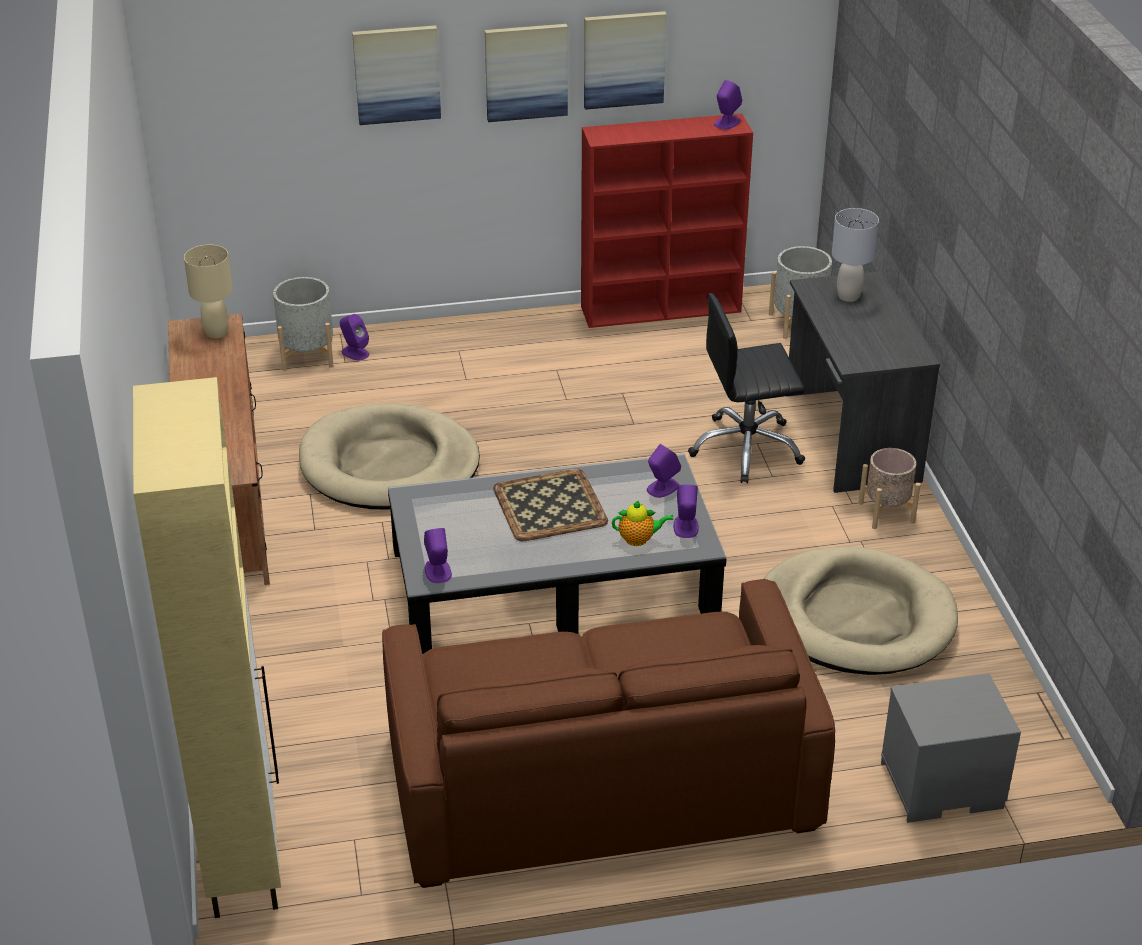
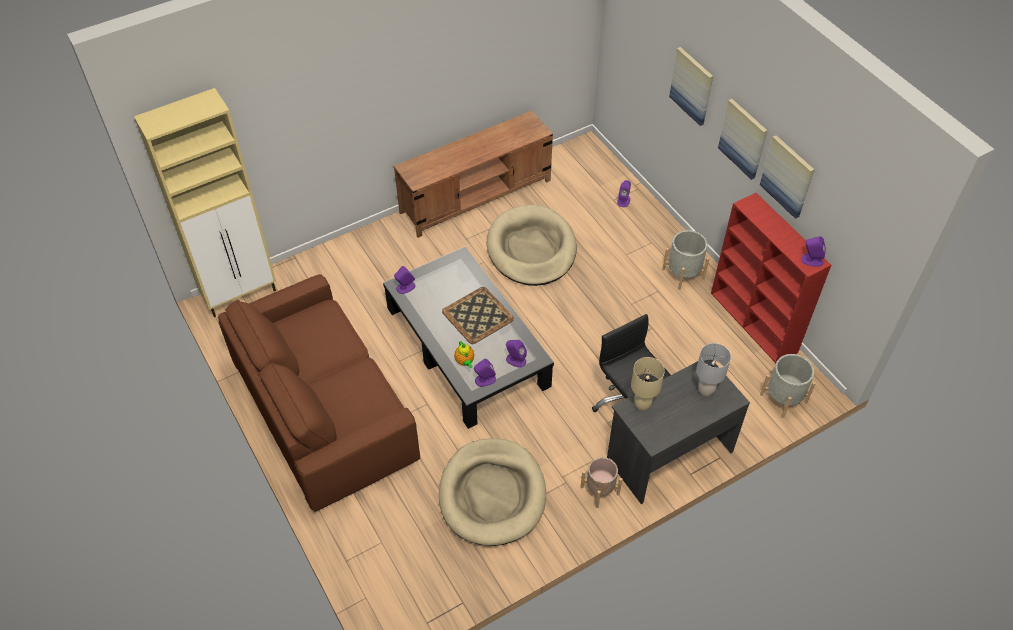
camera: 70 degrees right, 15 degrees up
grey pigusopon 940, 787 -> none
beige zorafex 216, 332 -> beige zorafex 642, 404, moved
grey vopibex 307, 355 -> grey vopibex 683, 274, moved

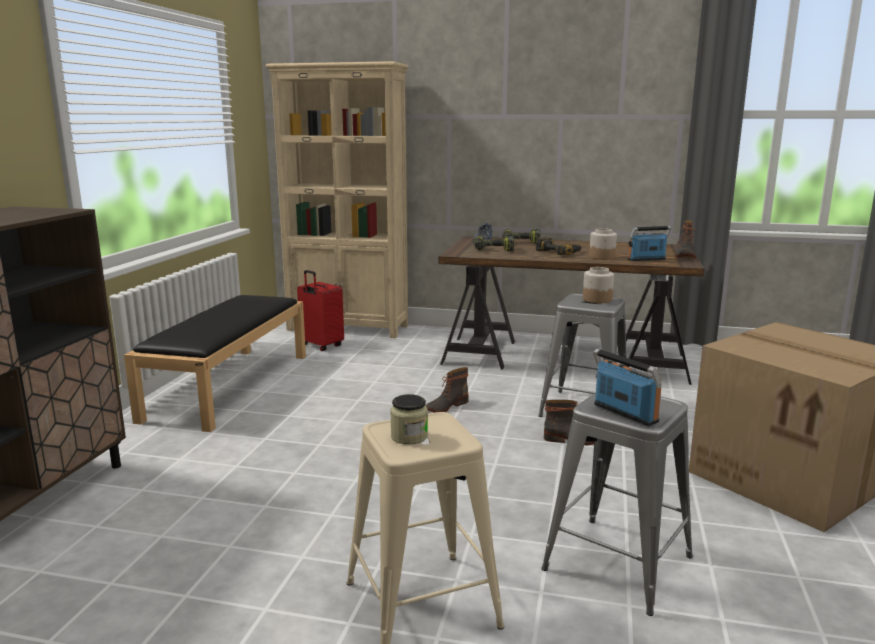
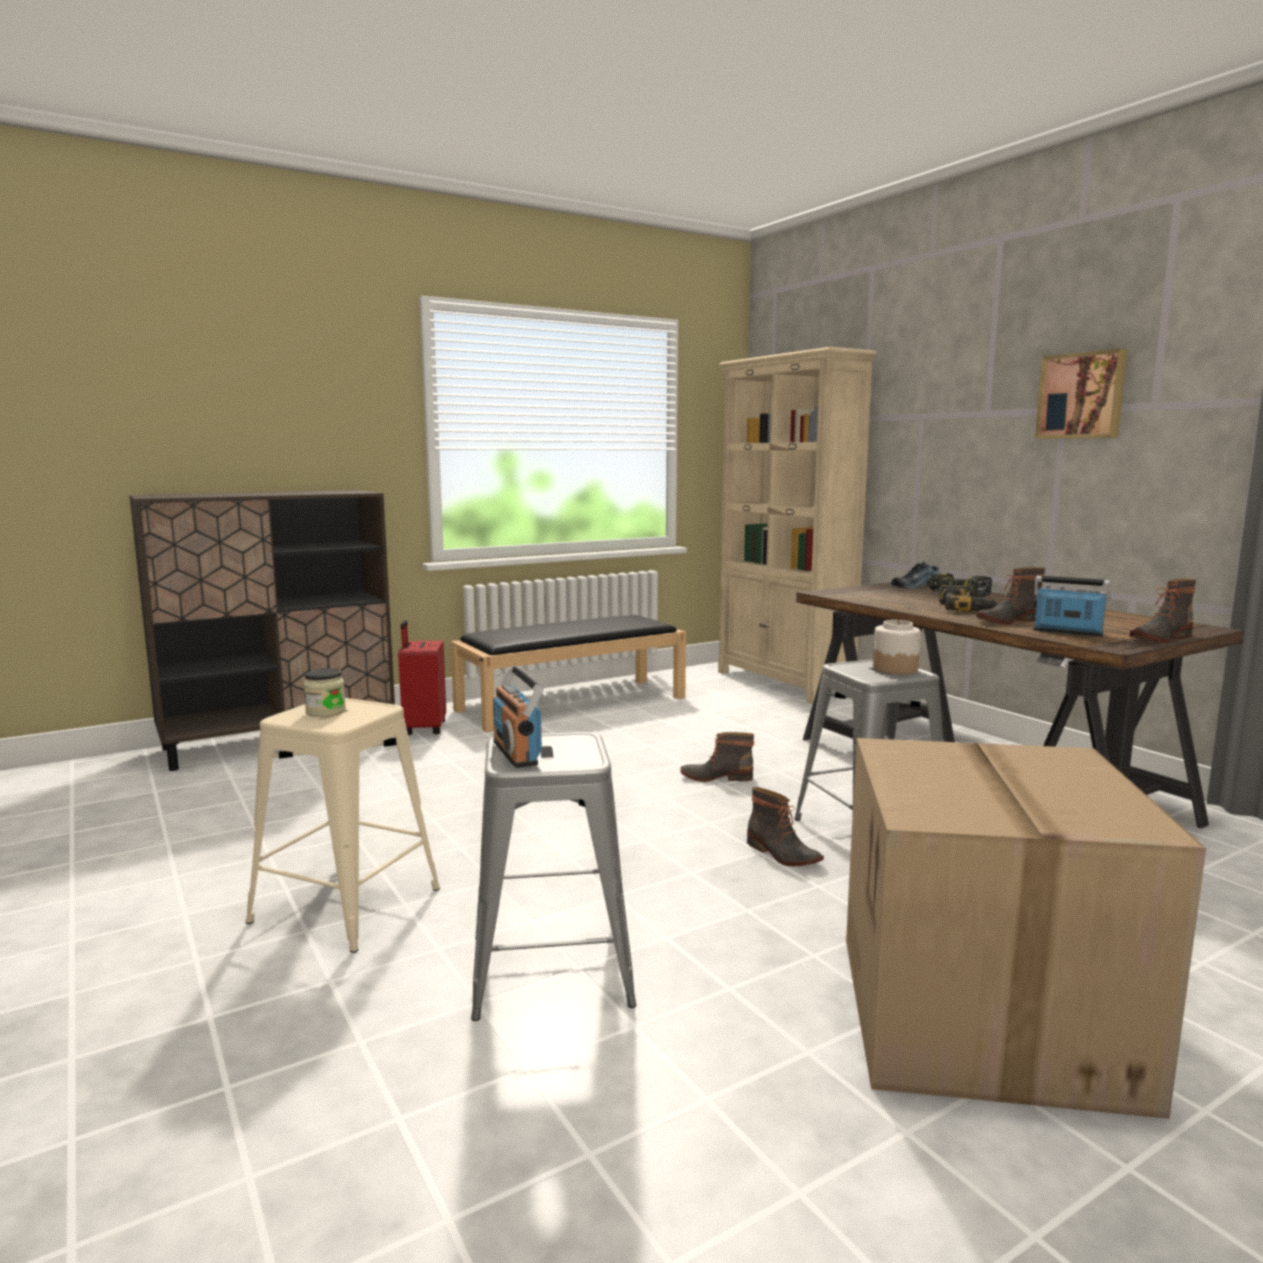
camera: 45 degrees right, 5 degrees down
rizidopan 493, 250 -> none
none -> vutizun 1082, 396
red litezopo 321, 346 -> red litezopo 423, 729, moved
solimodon 602, 257 -> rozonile 1007, 620
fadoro 624, 413 -> fadoro 516, 752, 150 degrees clockwise

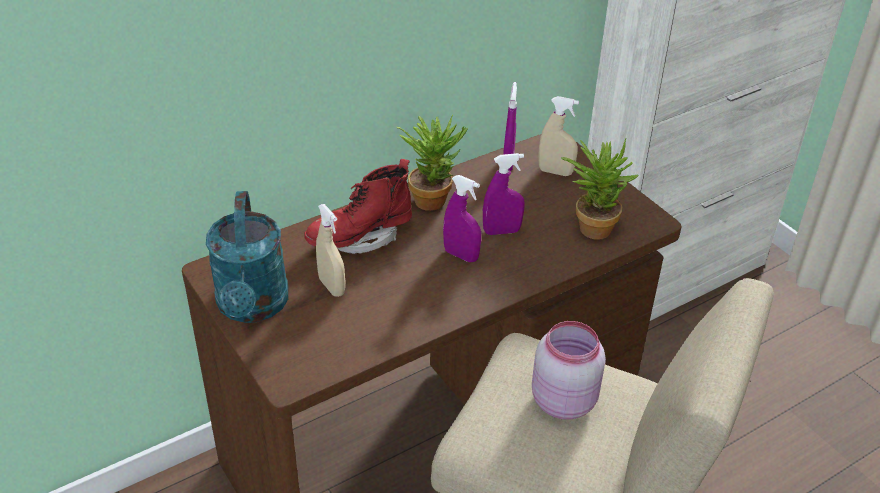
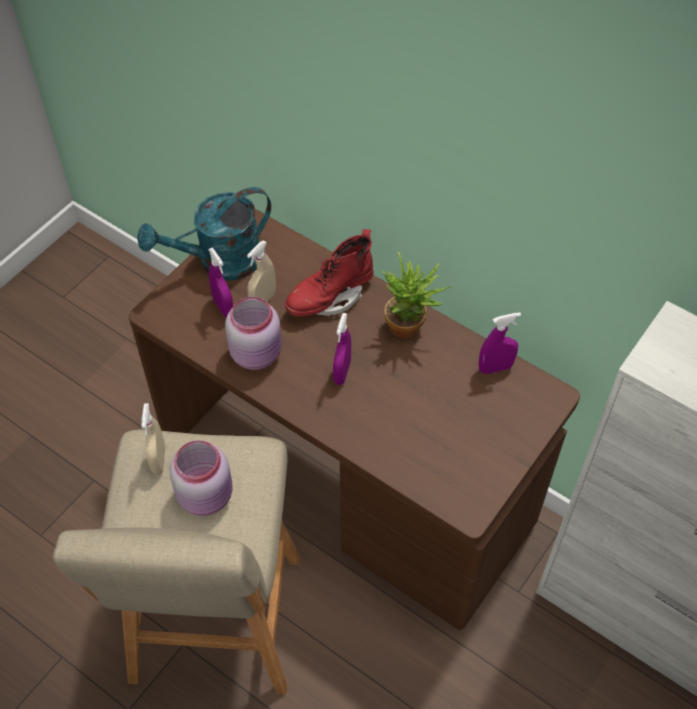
camera: 70 degrees right, 15 degrees up
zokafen 591, 225 -> none
none -> pink solimodon 257, 353
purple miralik 501, 231 -> purple miralik 223, 307, moved
beige miralik 555, 172 -> beige miralik 158, 460, moved
red rozonile 360, 238 -> red rozonile 330, 297, 75 degrees counterclockwise

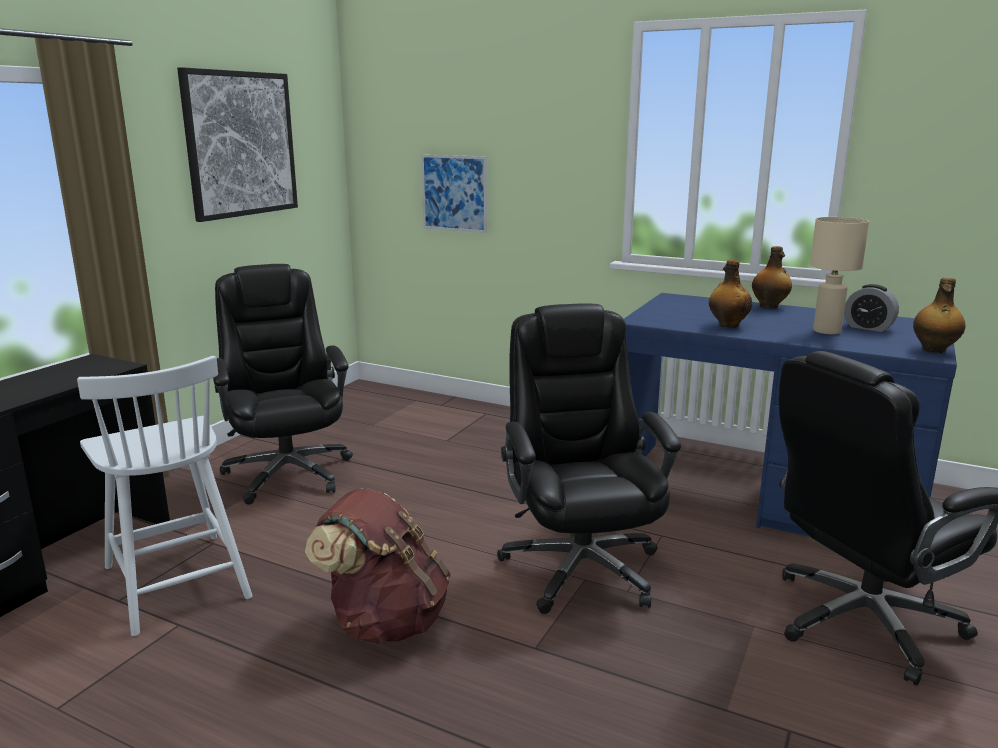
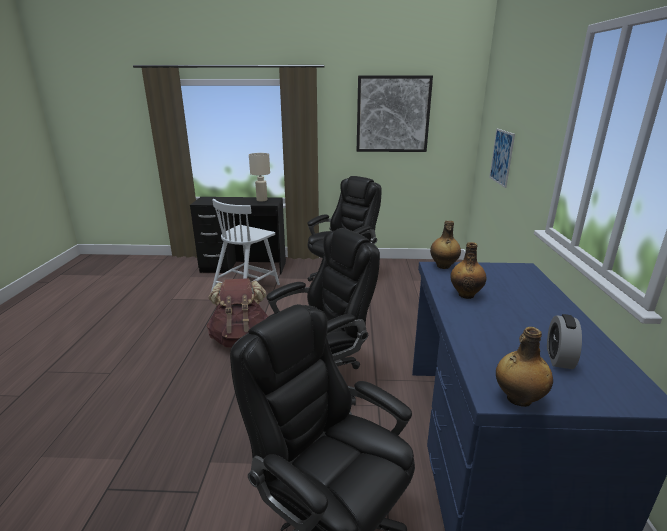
camera: 65 degrees right, 5 degrees up
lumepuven 769, 306 -> lumepuven 443, 266, moved
beige zorafex 827, 331 -> beige zorafex 262, 200, moved

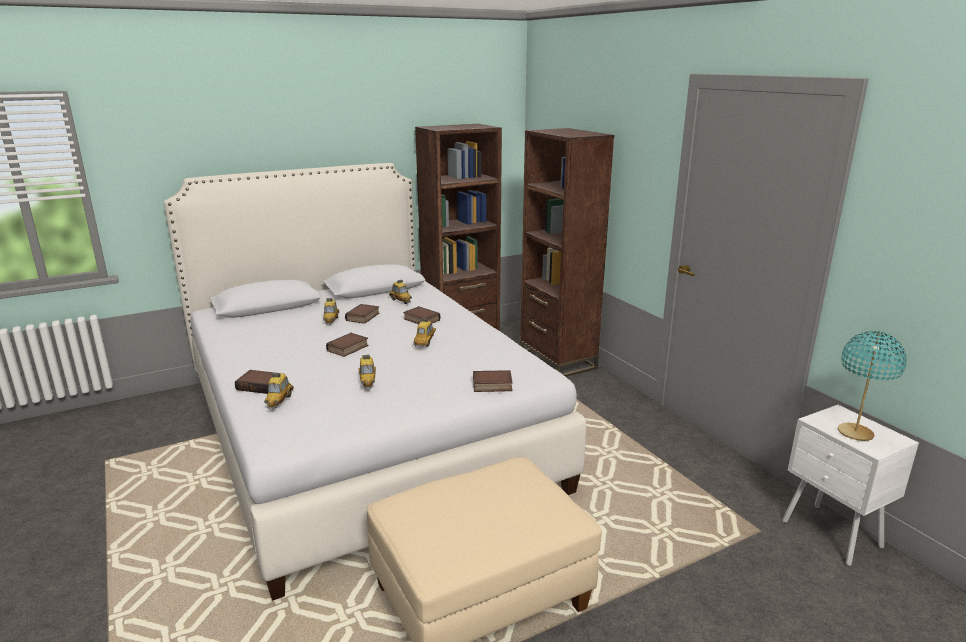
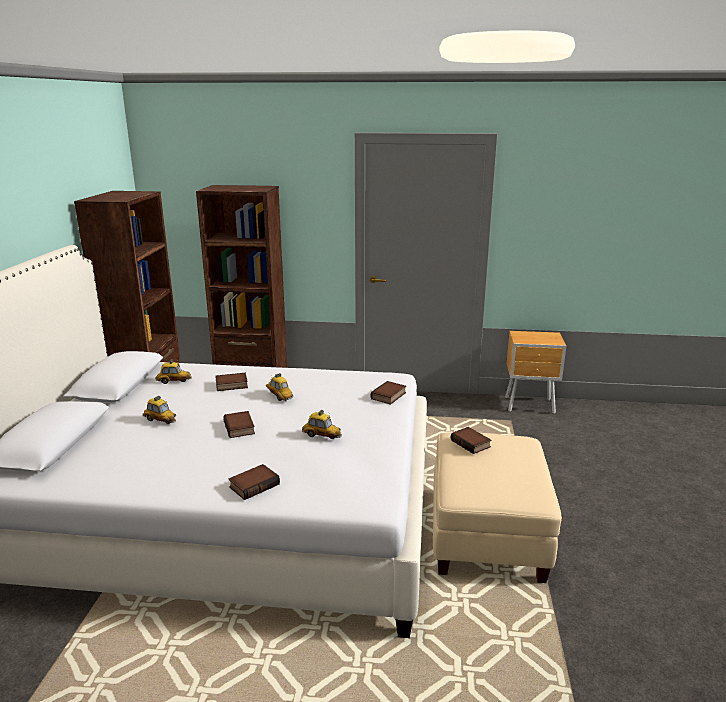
camera: 55 degrees left, 0 degrees up
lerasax 279, 401 -> none
turquoise zorafex 854, 433 -> none
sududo 363, 317 -> sududo 471, 443, moved
white pigusopon 832, 536 -> brown pigusopon 530, 406

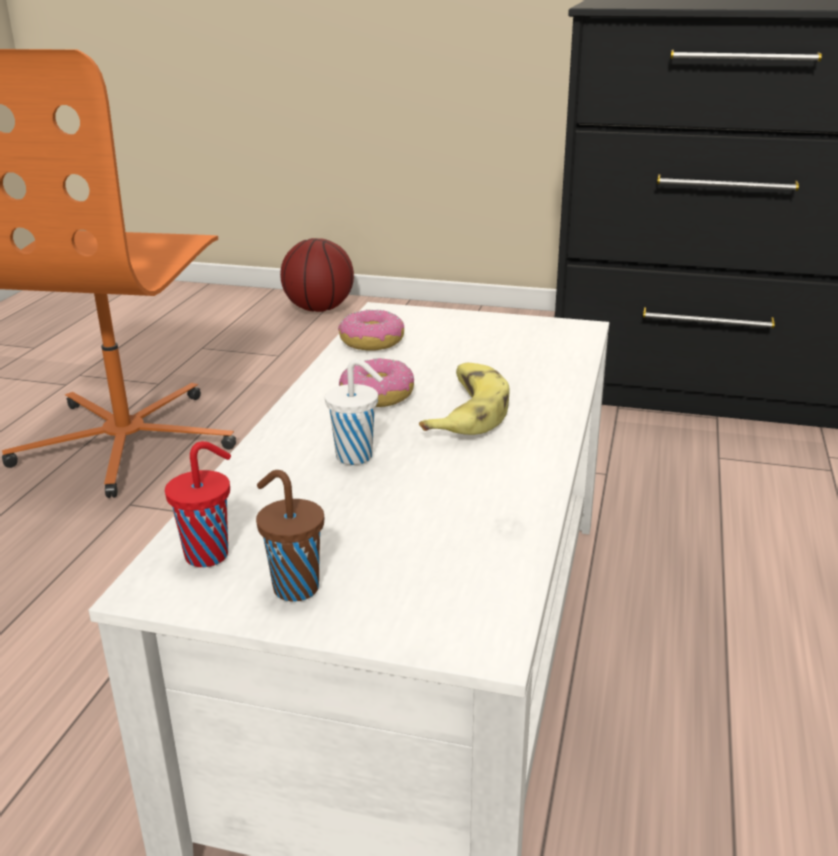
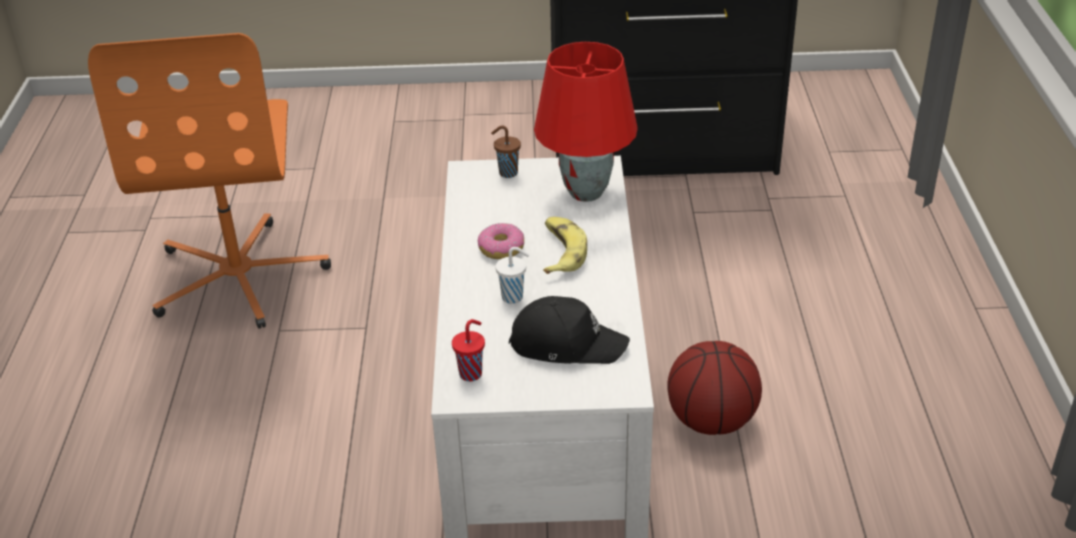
camera: 15 degrees left, 10 degrees up
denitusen 372, 342 -> none
none -> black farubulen 566, 343
none -> red zorafex 584, 192
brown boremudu 293, 587 -> brown boremudu 507, 173, moved
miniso 319, 309 -> miniso 712, 421, moved

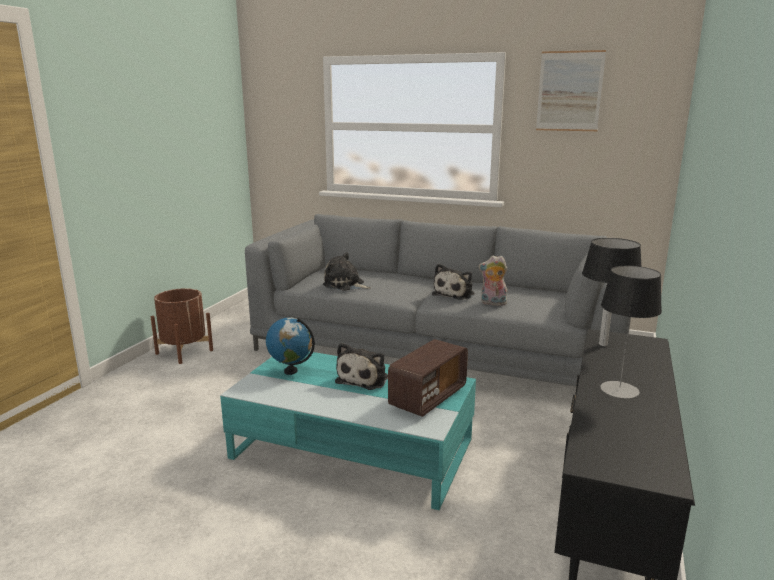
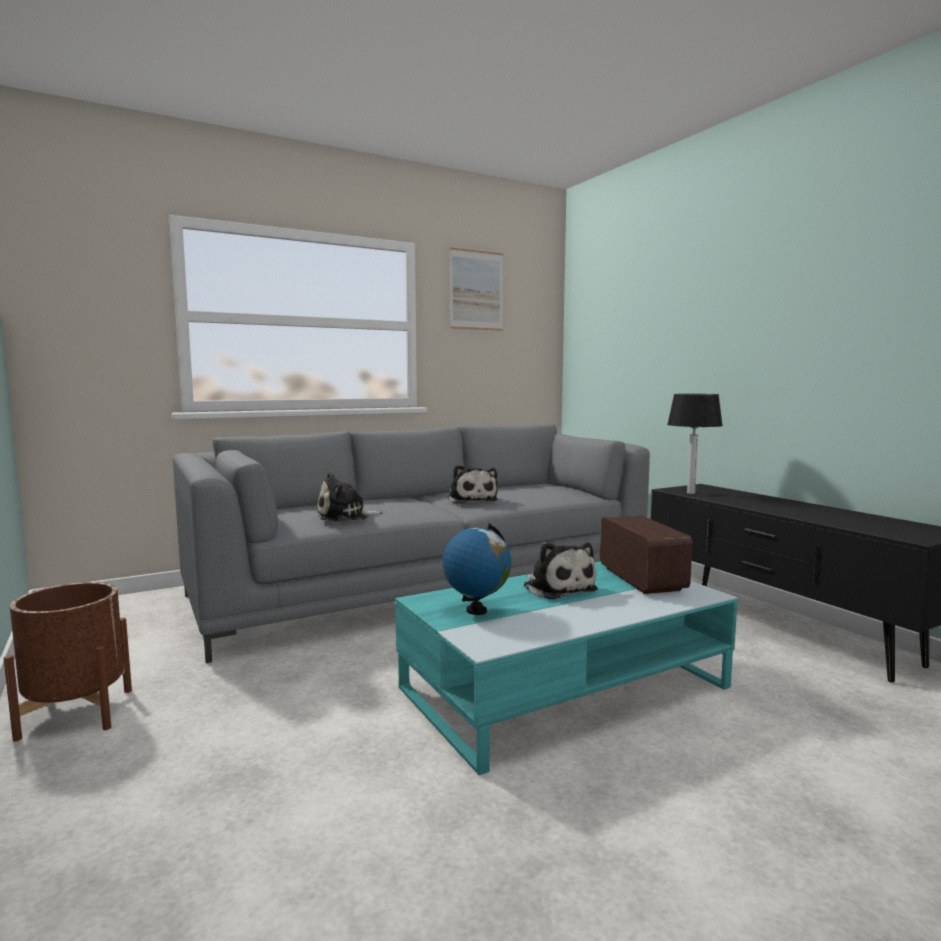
camera: 50 degrees left, 10 degrees down
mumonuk 492, 303 -> none
zorafex 619, 390 -> none

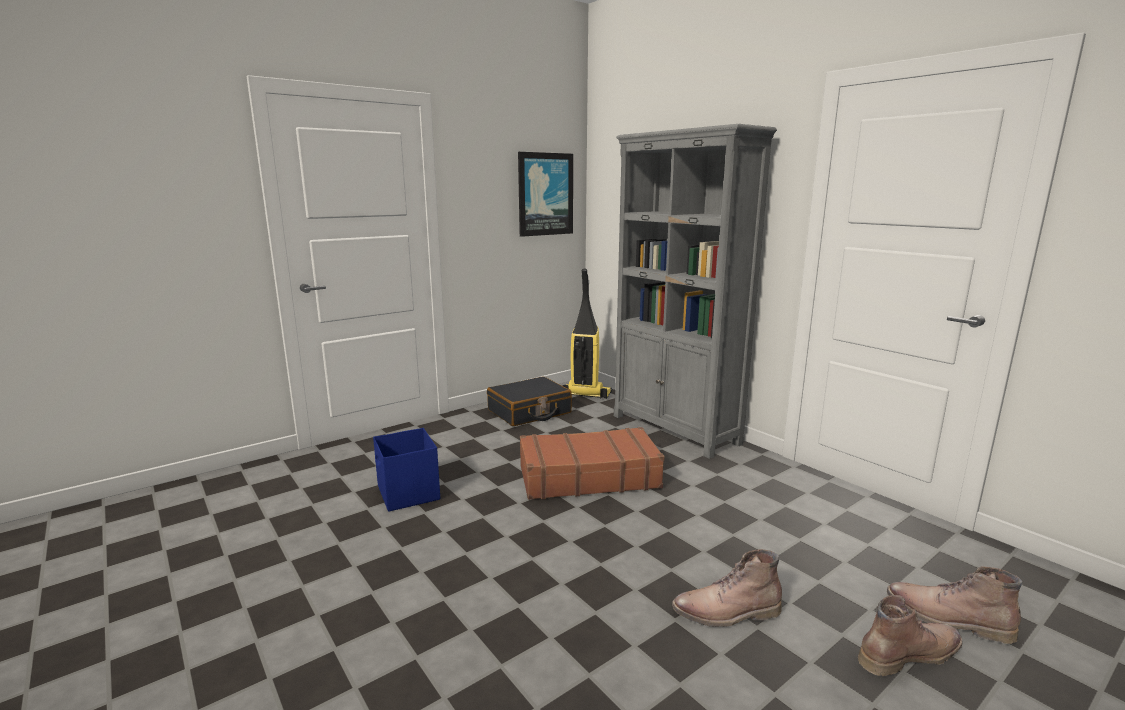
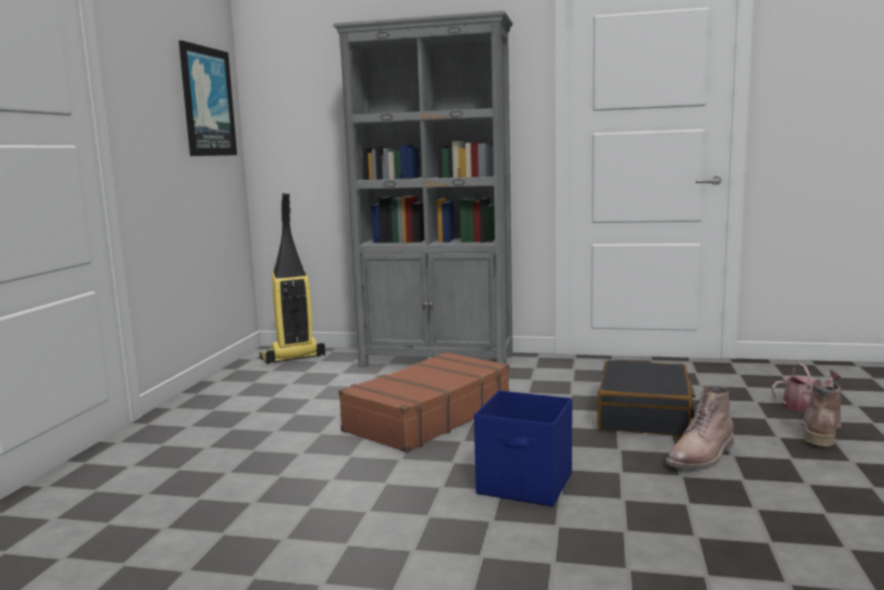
camera: 40 degrees left, 5 degrees down
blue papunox 408, 494 -> blue papunox 526, 484, moved
black litezopo 529, 412 -> black litezopo 644, 414, moved
brown rozonile 946, 619 -> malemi 804, 405

